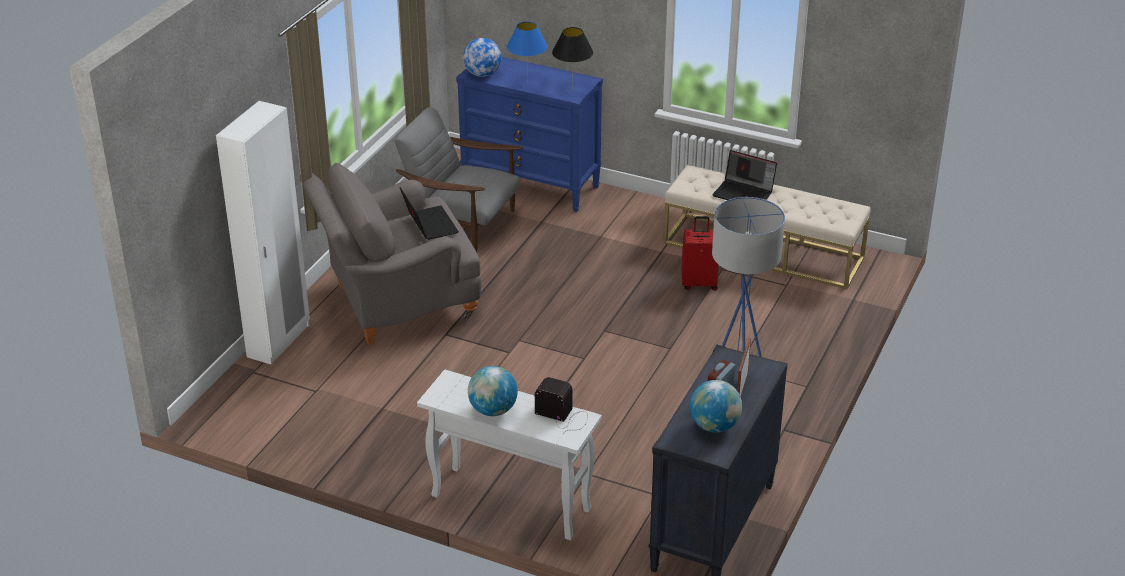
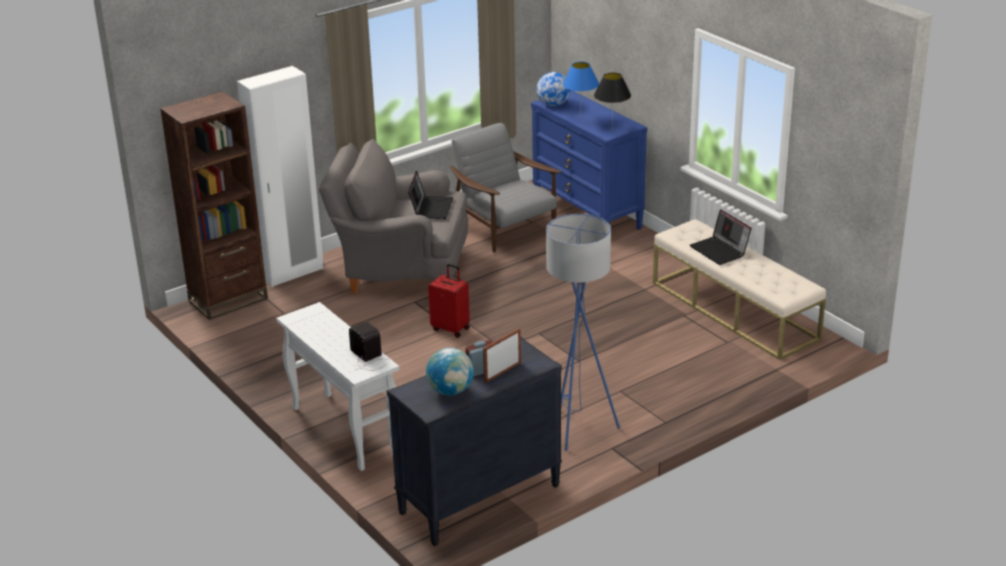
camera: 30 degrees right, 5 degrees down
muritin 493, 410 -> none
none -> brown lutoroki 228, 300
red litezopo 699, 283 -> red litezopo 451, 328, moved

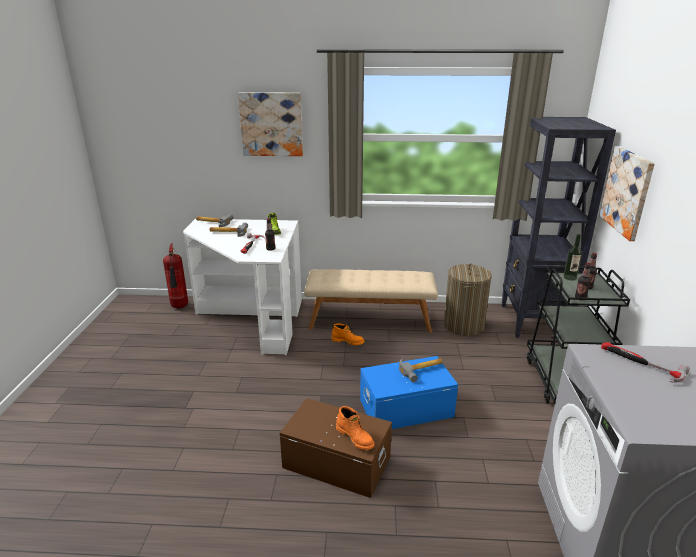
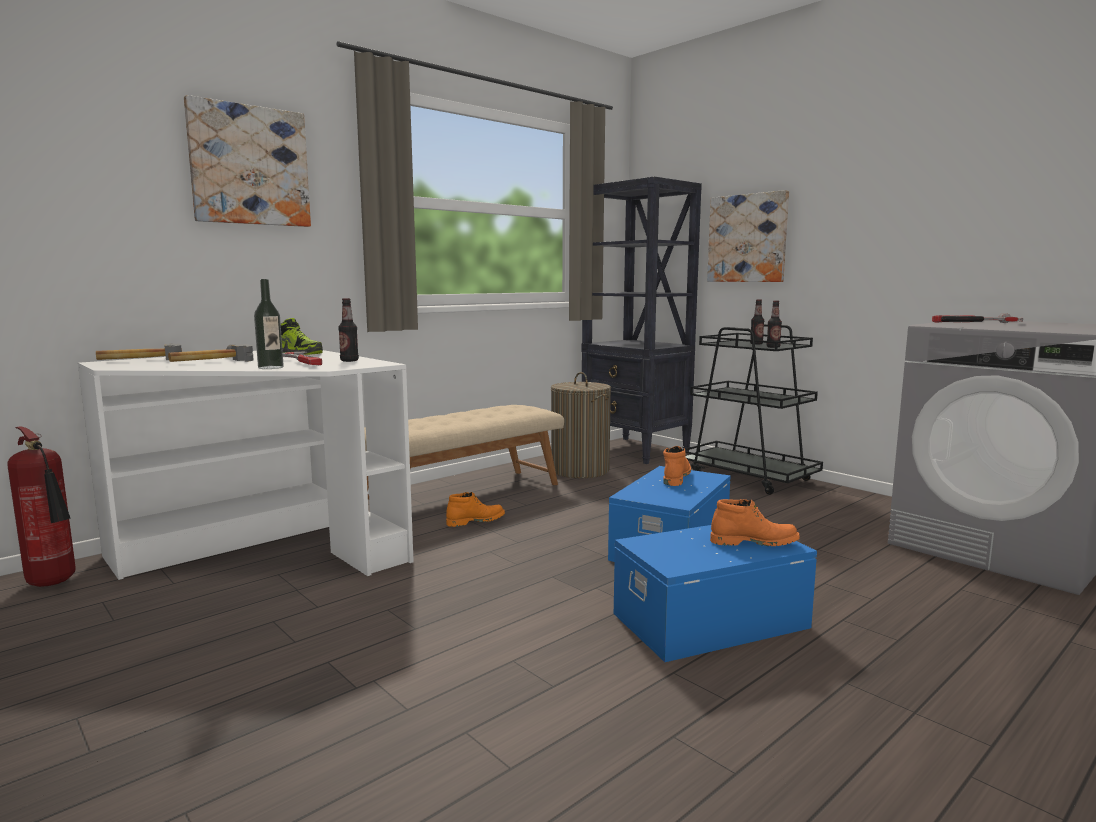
camera: 45 degrees left, 15 degrees down
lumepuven 570, 277 -> lumepuven 270, 367, moved
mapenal 422, 370 -> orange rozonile 675, 477
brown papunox 337, 461 -> blue papunox 708, 620

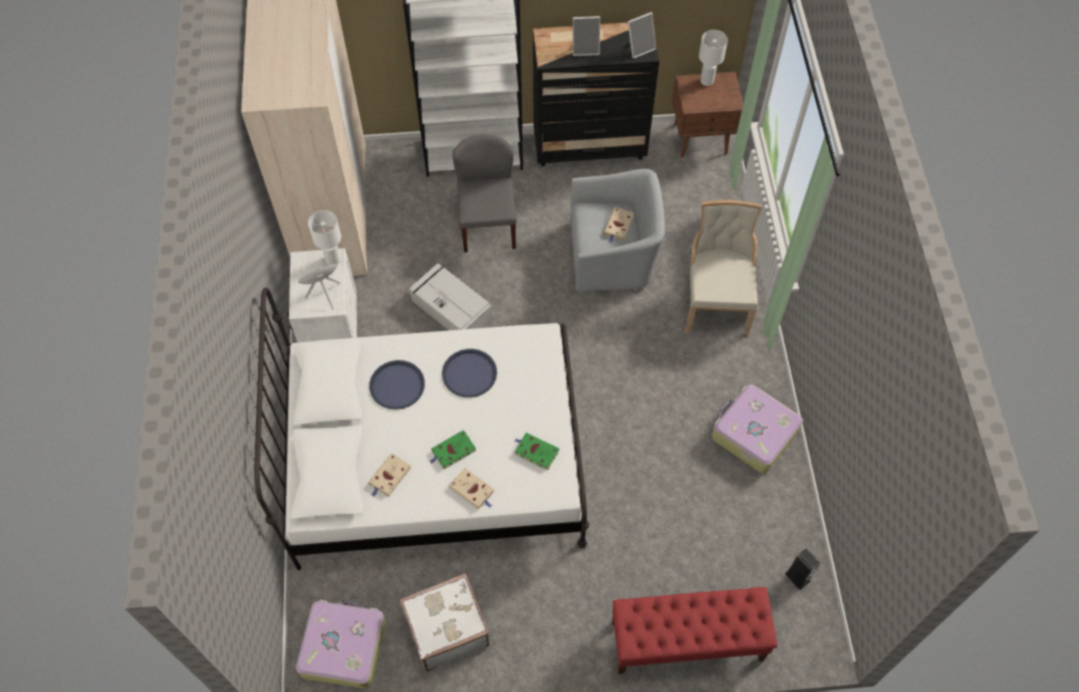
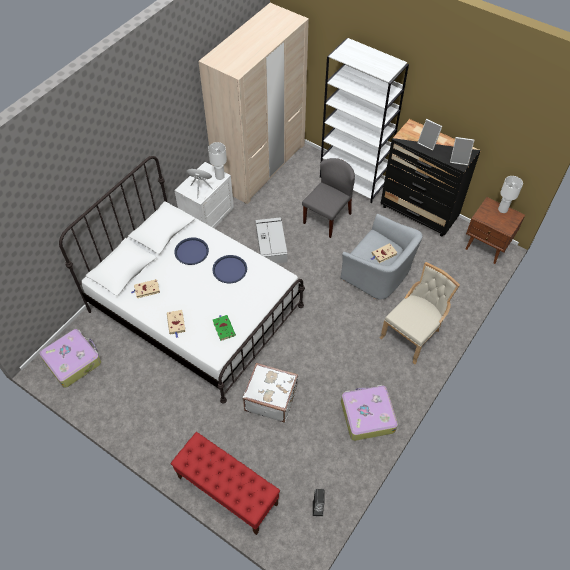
camera: 40 degrees right, 5 degrees down
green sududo 452, 451 -> none
white litezopo 446, 628 -> white litezopo 270, 398, moved

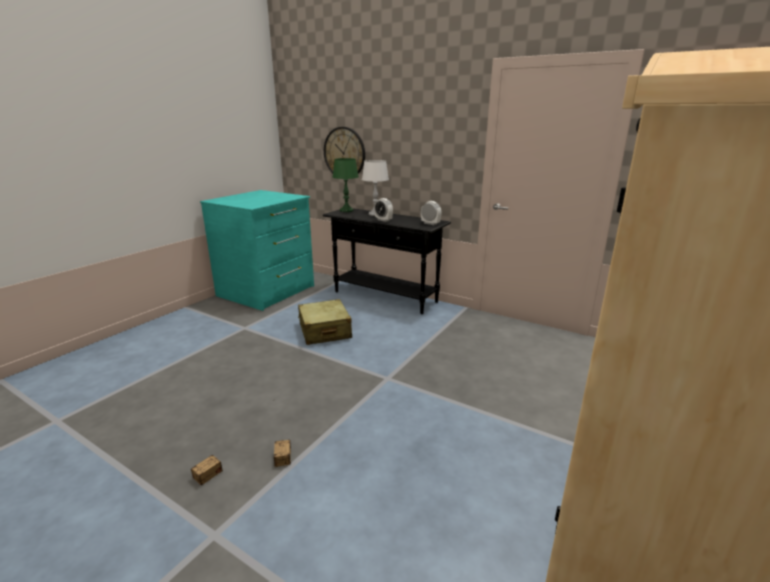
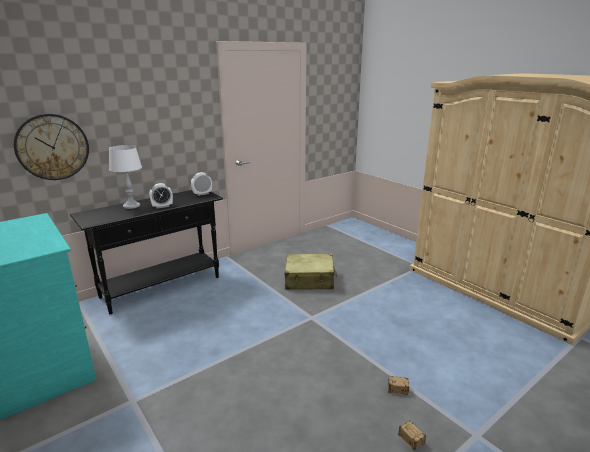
camera: 70 degrees left, 0 degrees up
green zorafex 346, 210 -> none
beige litezopo 324, 331 -> beige litezopo 309, 280, moved

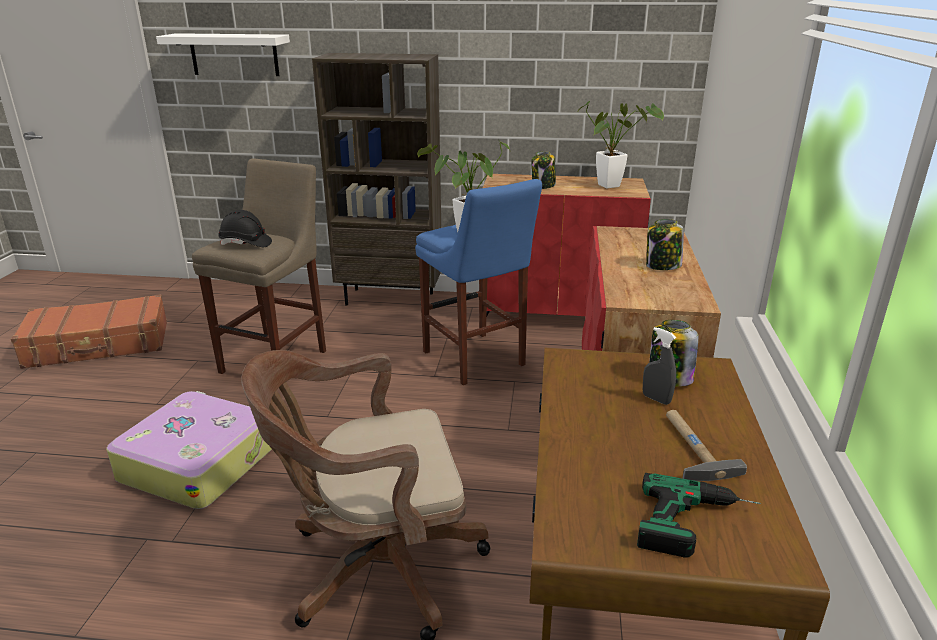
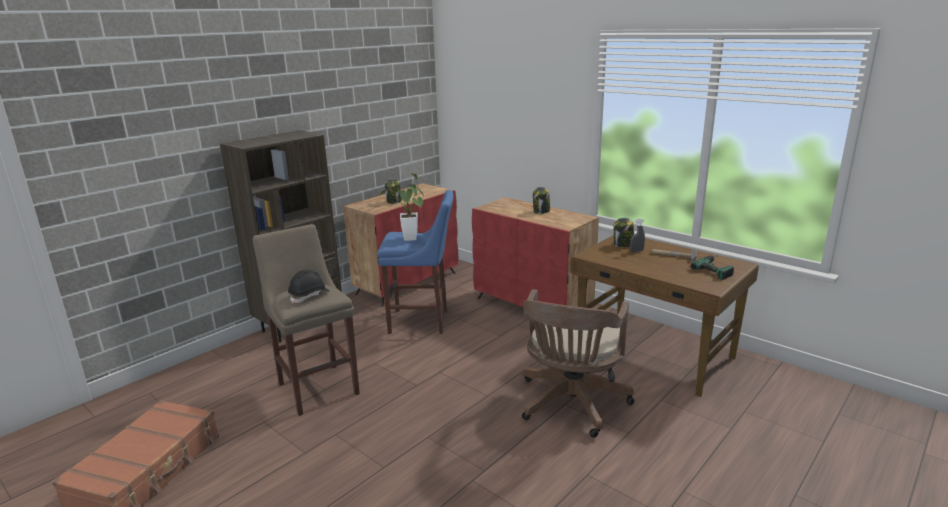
camera: 55 degrees left, 5 degrees down
litezopo 199, 462 -> none
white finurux 234, 54 -> none
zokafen 613, 185 -> none

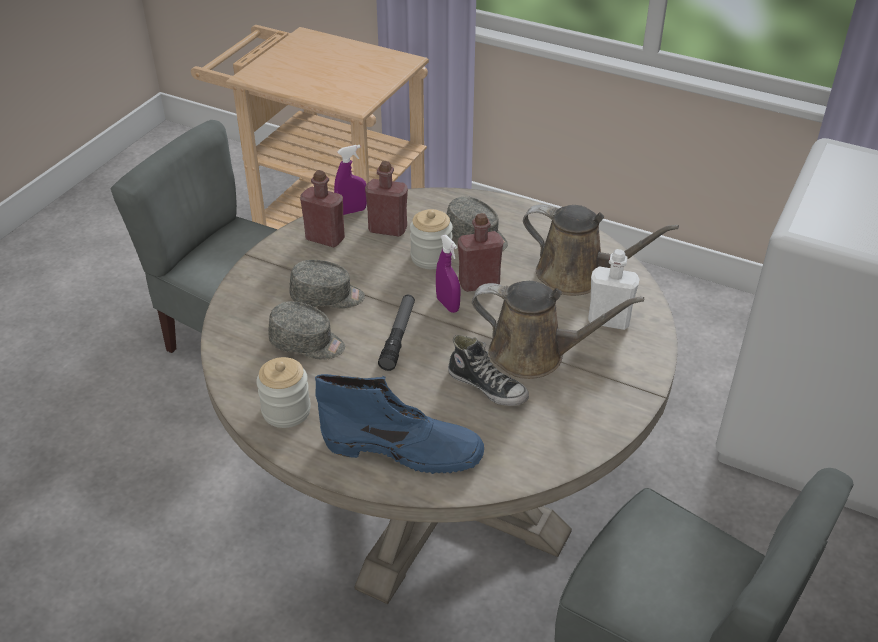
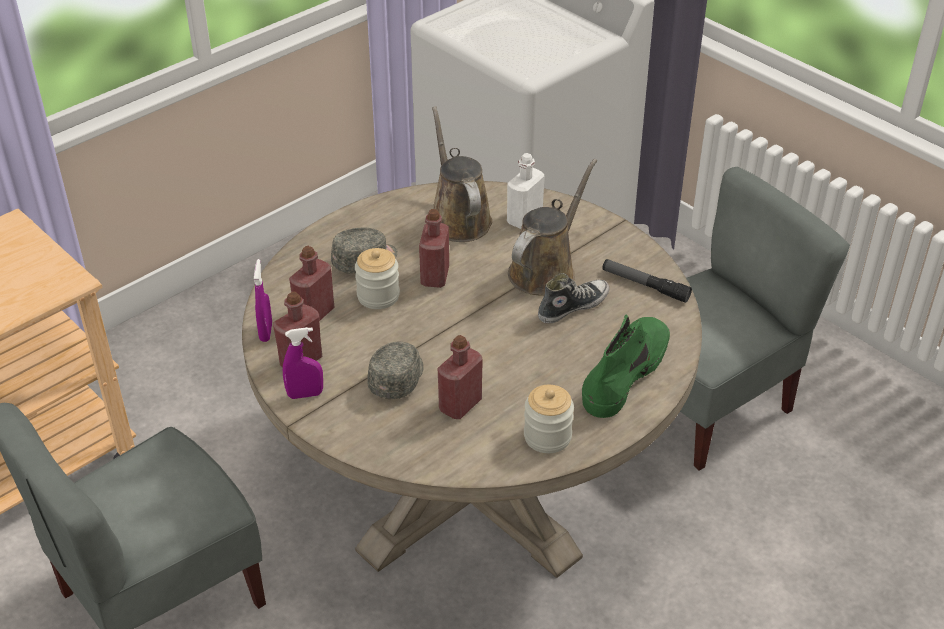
camera: 70 degrees left, 0 degrees up
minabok 398, 336 -> minabok 645, 285, moved
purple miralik 447, 305 -> purple miralik 305, 394, moved
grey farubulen 307, 343 -> red lumepuven 460, 405
blue rozonile 404, 449 -> green rozonile 626, 372
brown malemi 578, 276 -> brown malemi 458, 218, 60 degrees counterclockwise

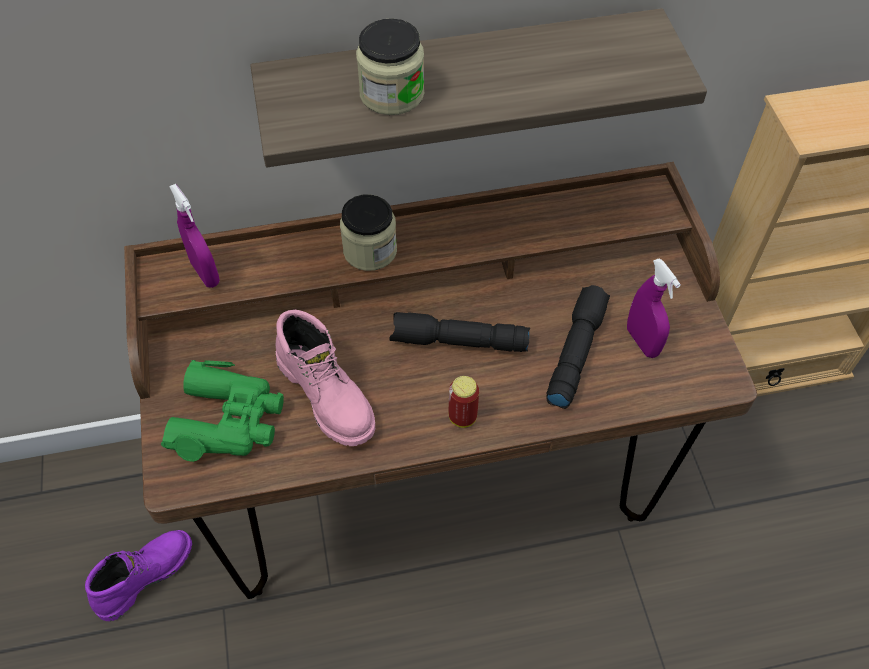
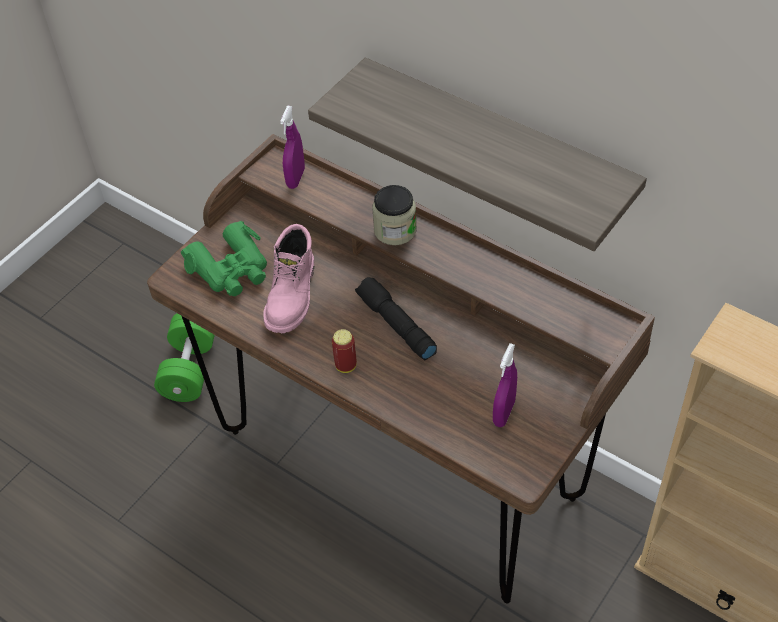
camera: 50 degrees right, 5 degrees down
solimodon 392, 94 -> none
black minabok 574, 351 -> none
purple rozonile 144, 575 -> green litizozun 189, 369

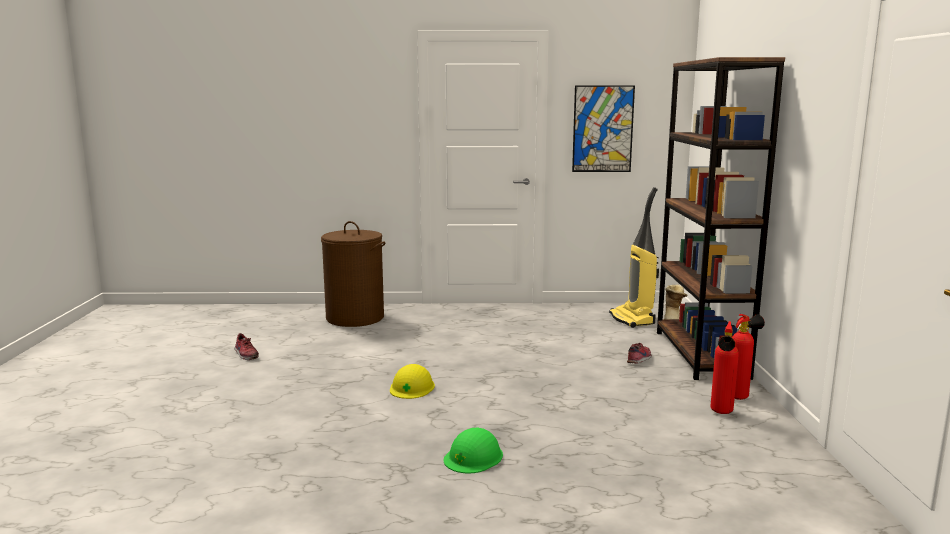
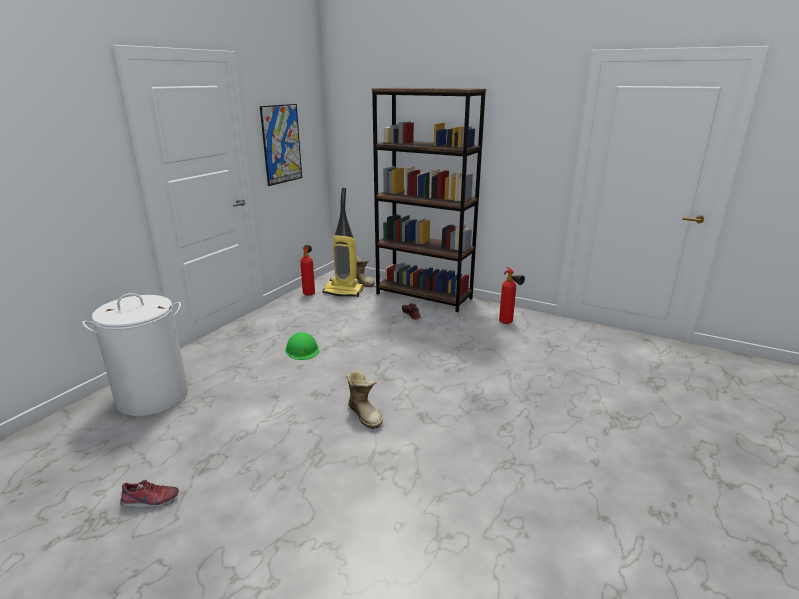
camera: 60 degrees left, 10 degrees up
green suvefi 473, 457 -> green suvefi 302, 349, moved
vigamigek 740, 396 -> vigamigek 309, 293, moved
yellow suvefi 412, 387 -> rozonile 365, 414
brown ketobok 355, 318 -> white ketobok 153, 396

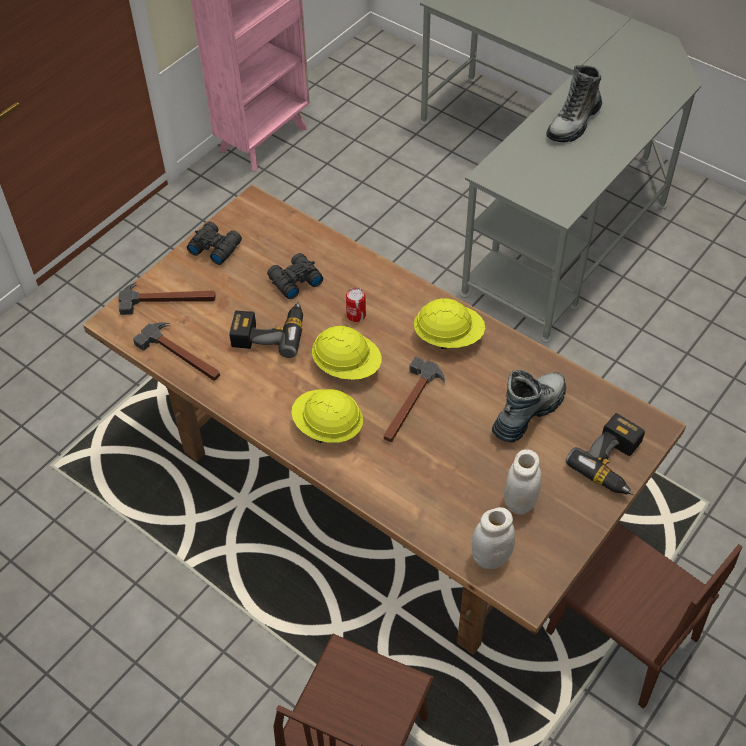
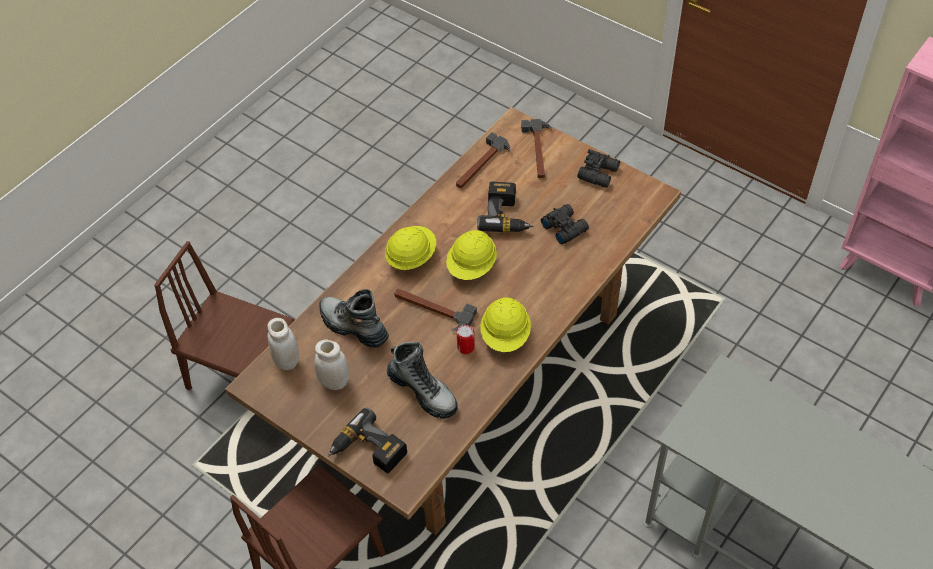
camera: 90 degrees right, 0 degrees up
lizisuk 356, 315 -> lizisuk 466, 347, moved
rozonile 574, 123 -> rozonile 353, 327, moved

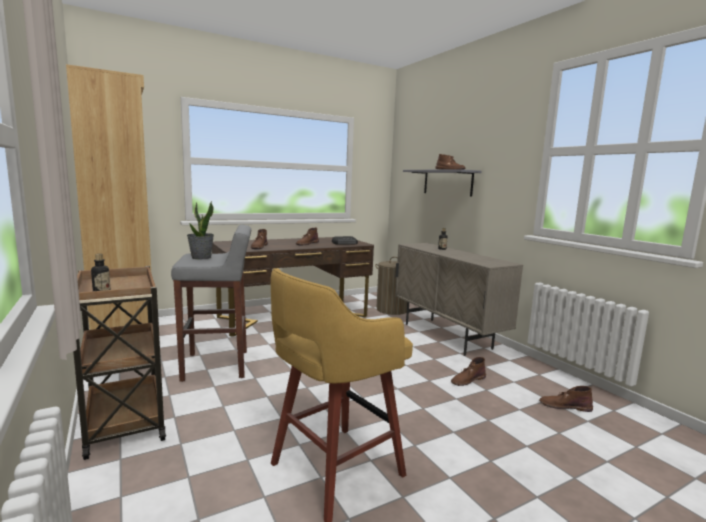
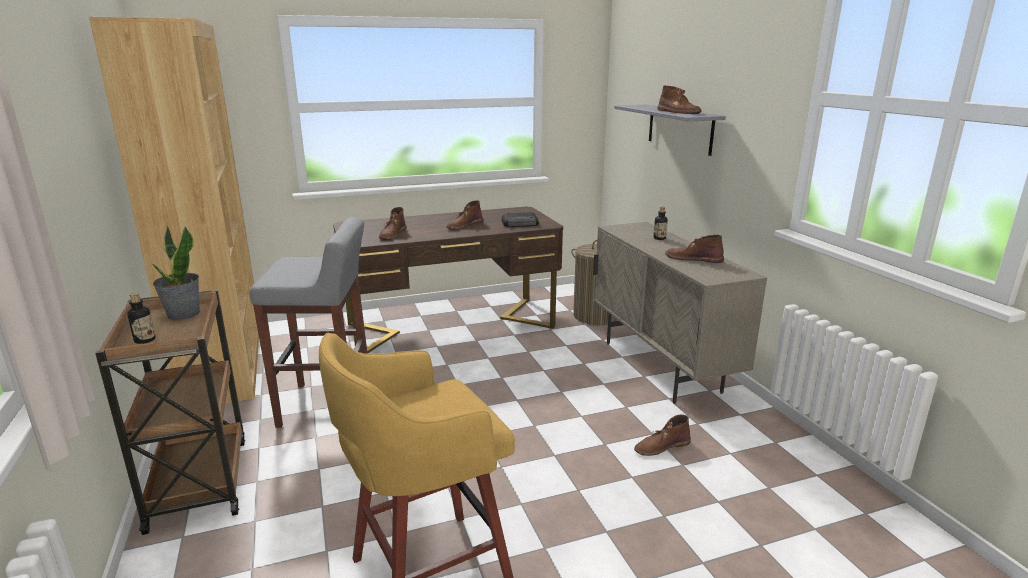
camera: 10 degrees right, 10 degrees up
zokafen 201, 257 -> zokafen 183, 314, moved
brown rozonile 564, 406 -> brown rozonile 693, 258, moved

